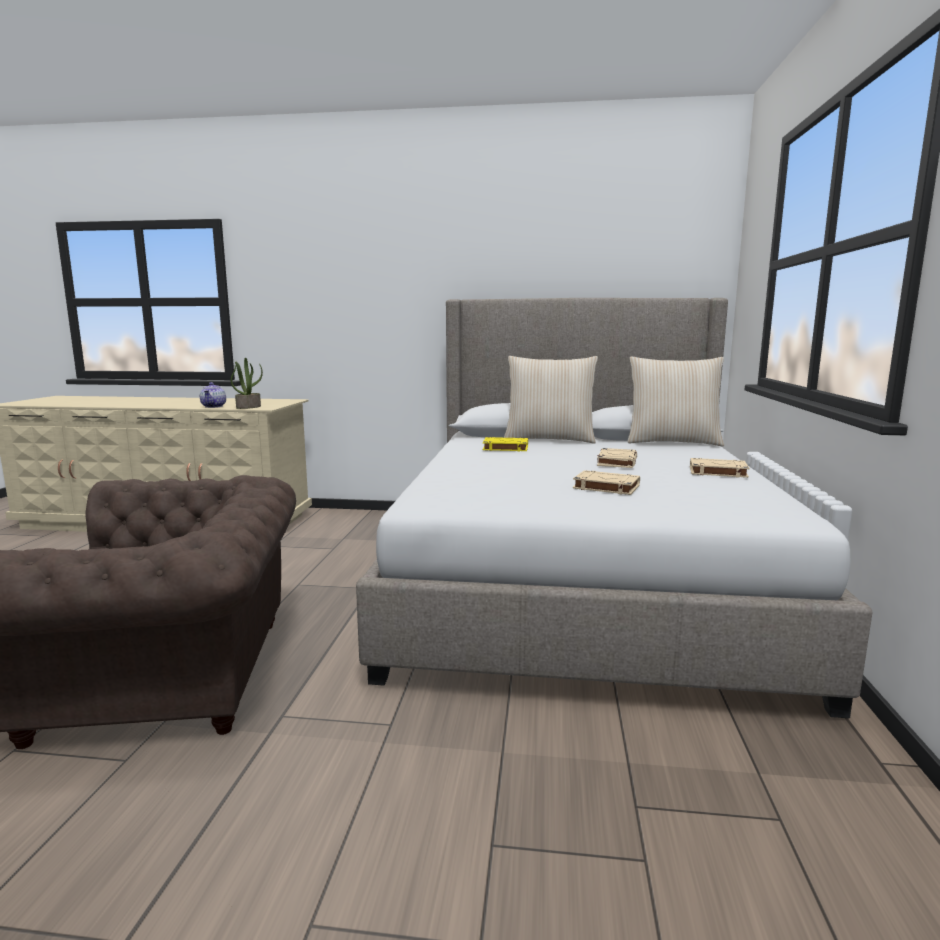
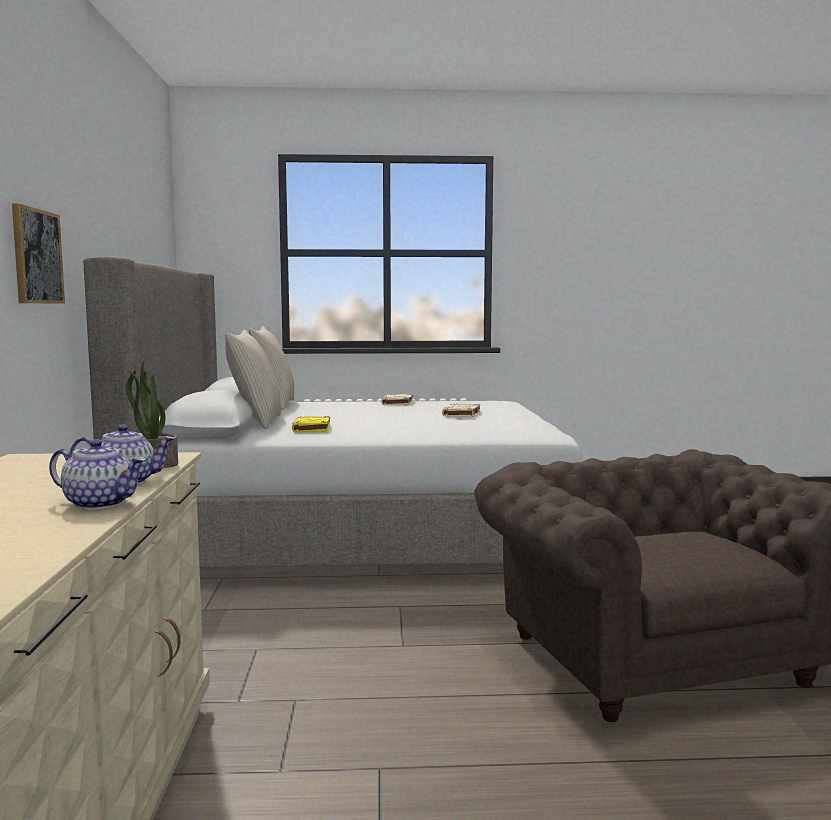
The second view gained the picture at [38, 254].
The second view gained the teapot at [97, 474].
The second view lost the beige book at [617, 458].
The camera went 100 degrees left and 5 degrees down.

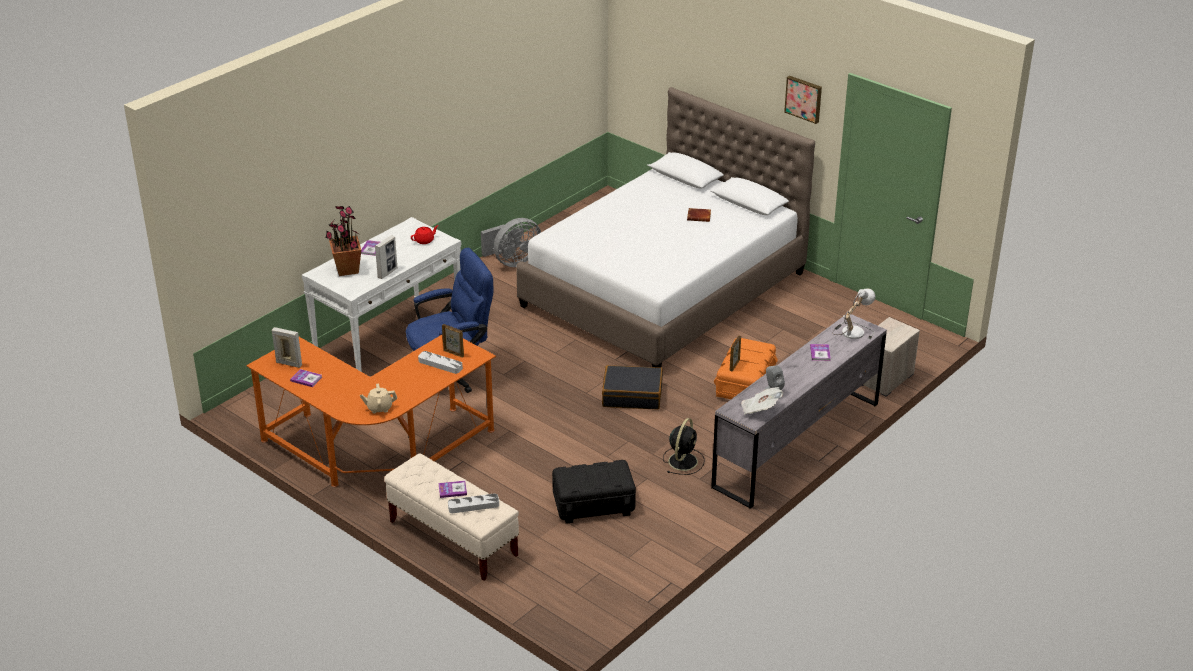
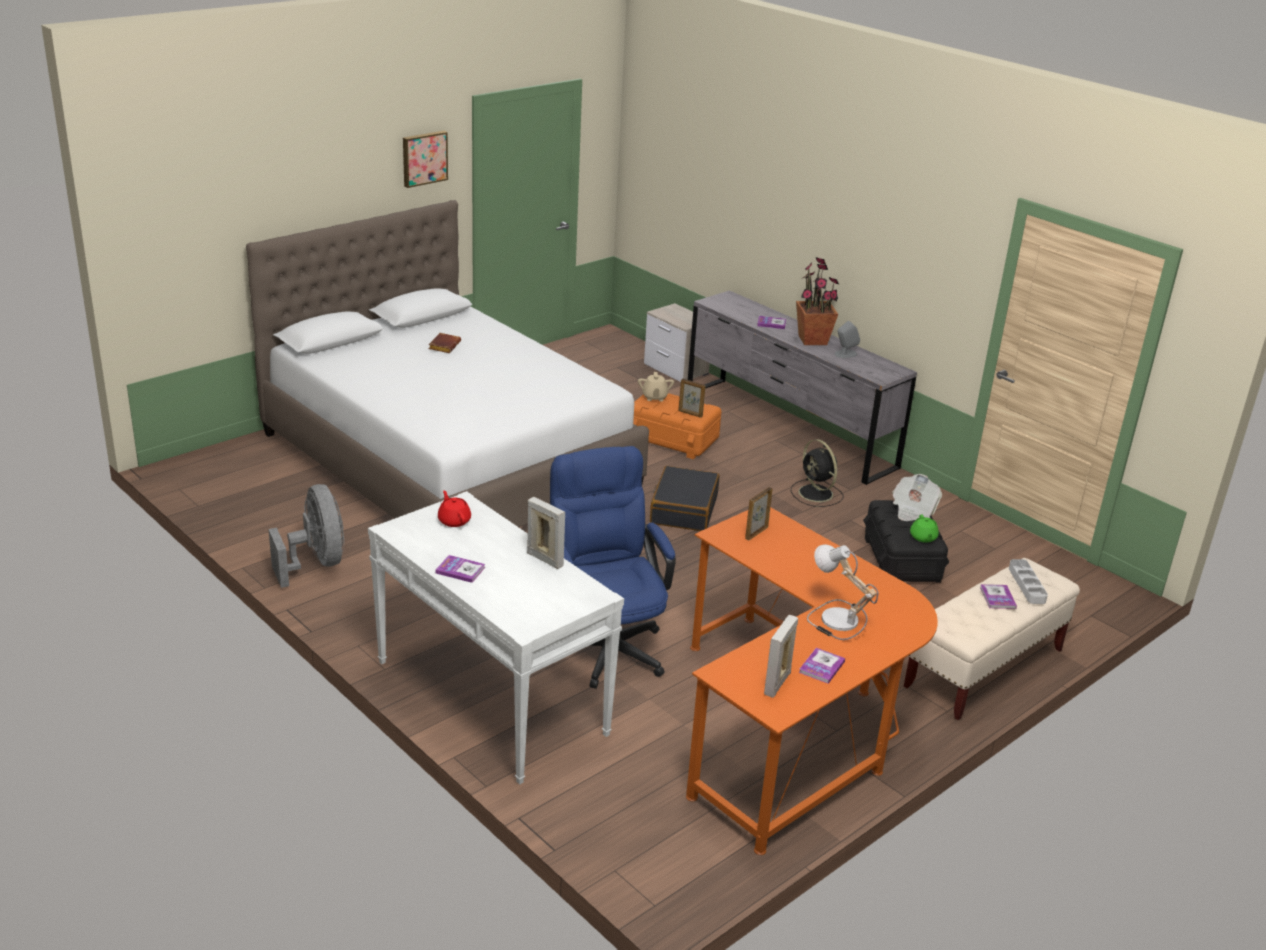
The beige teapot ended up elsewhere, having gone from [378, 399] to [656, 386].
The black fan at [684, 446] ended up facing another way, 150 degrees counterclockwise from before.
The potted plant ended up elsewhere, having gone from [343, 241] to [817, 301].
The table lamp ended up elsewhere, having gone from [853, 313] to [842, 592].
The newspaper ended up elsewhere, having gone from [762, 400] to [917, 497].
The second view gained the green teapot at [924, 528].
The second view lost the grey tray at [440, 362].
The camera went 85 degrees left and 5 degrees down.

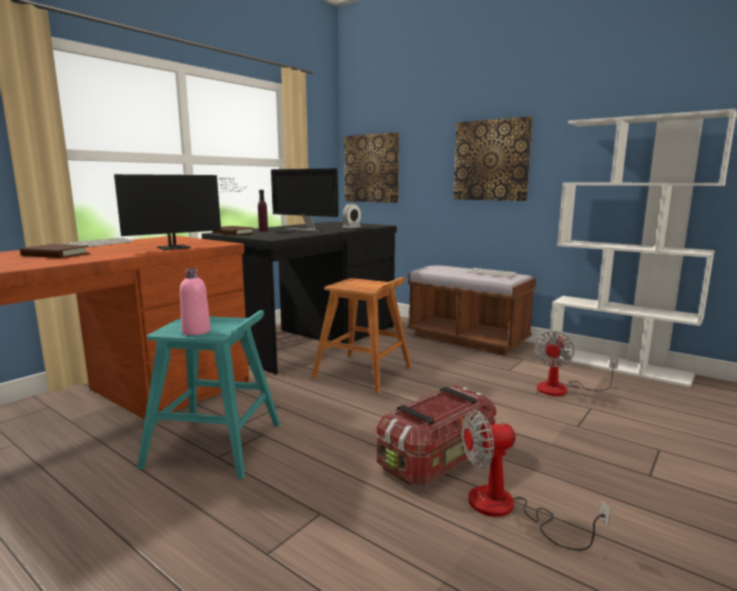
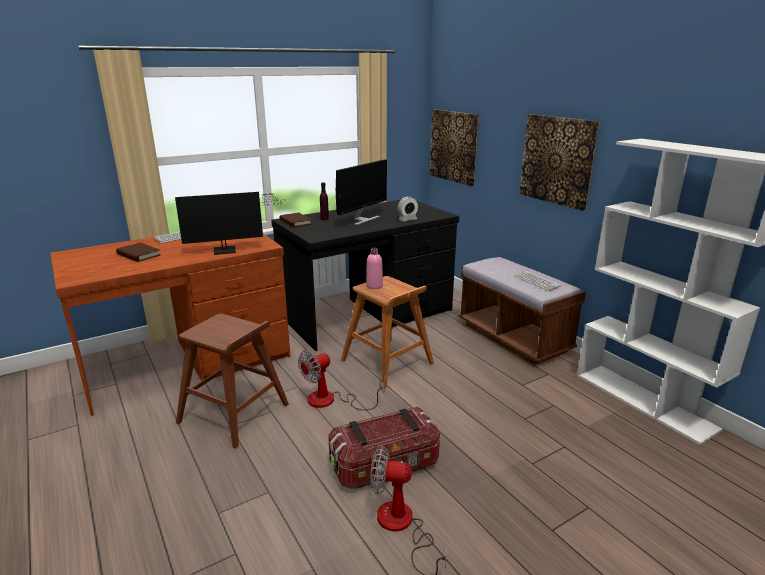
What was the turquoise stool at [208, 394] turned into the brown stool at [232, 381].
The fan ended up elsewhere, having gone from [576, 363] to [341, 380].
The monitor at [304, 200] ended up facing another way, 105 degrees counterclockwise from before.
The pink bottle ended up elsewhere, having gone from [195, 301] to [374, 268].
The camera went 20 degrees right and 10 degrees up.

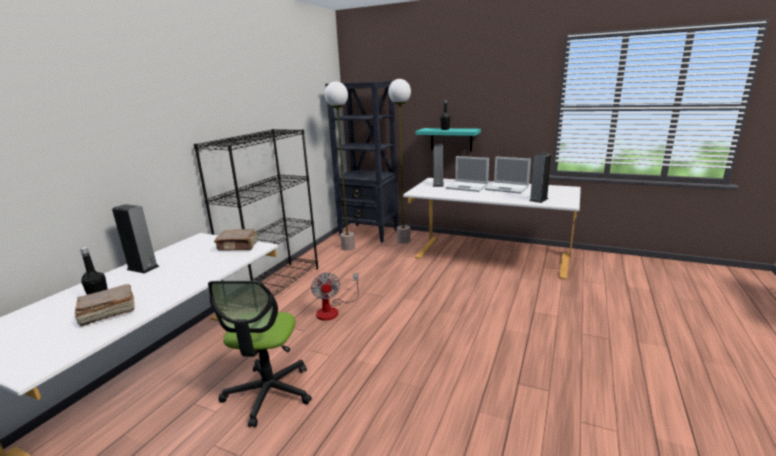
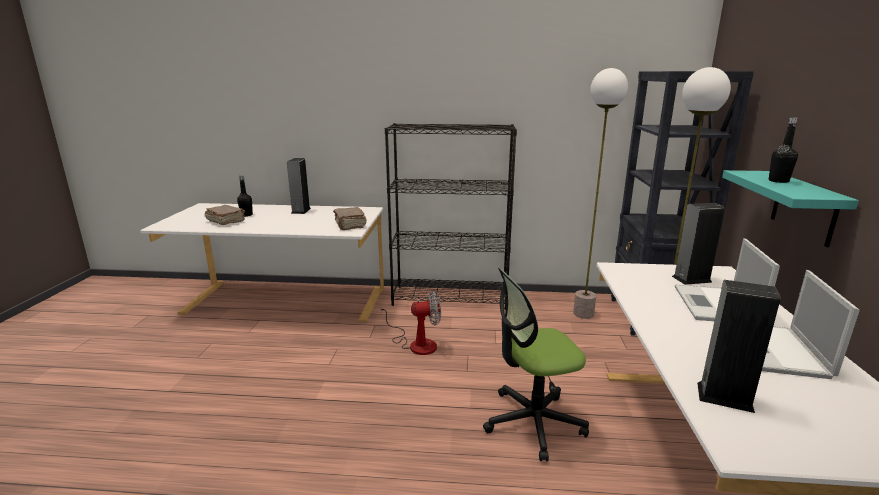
The fan at [335, 297] ended up facing another way, 150 degrees counterclockwise from before.
The office chair ended up elsewhere, having gone from [260, 354] to [536, 364].
The camera went 70 degrees right and 0 degrees up.

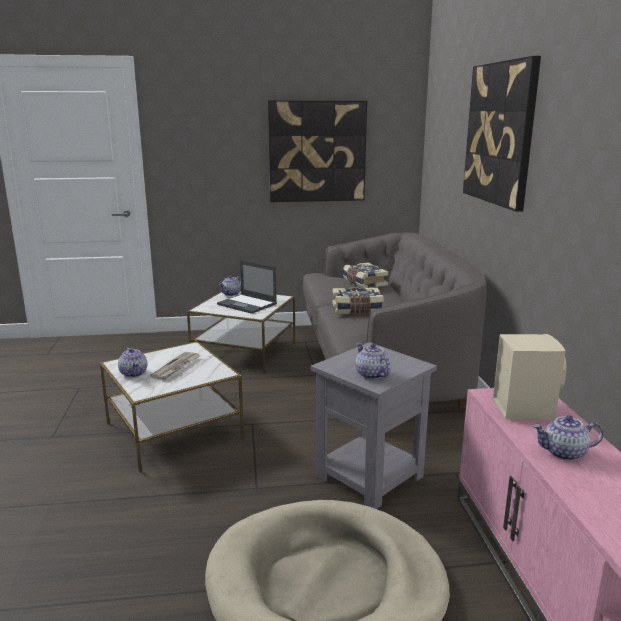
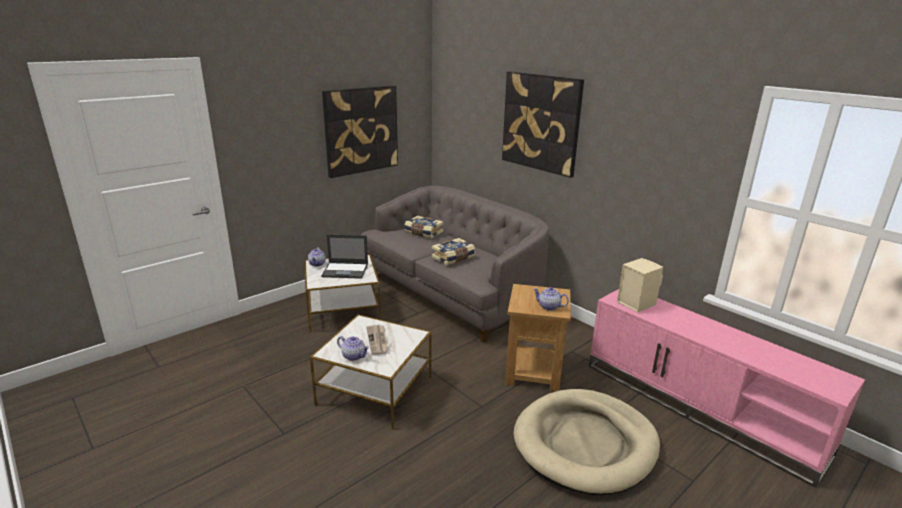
What was the grey side table at [374, 425] turned into the brown side table at [538, 337].
The second view lost the teapot at [568, 438].
The camera went 35 degrees left and 5 degrees up.

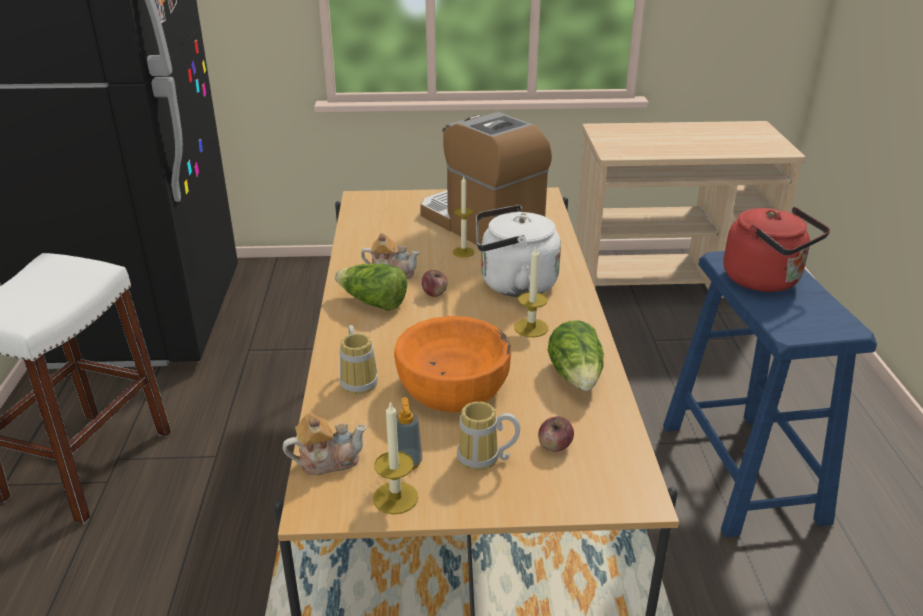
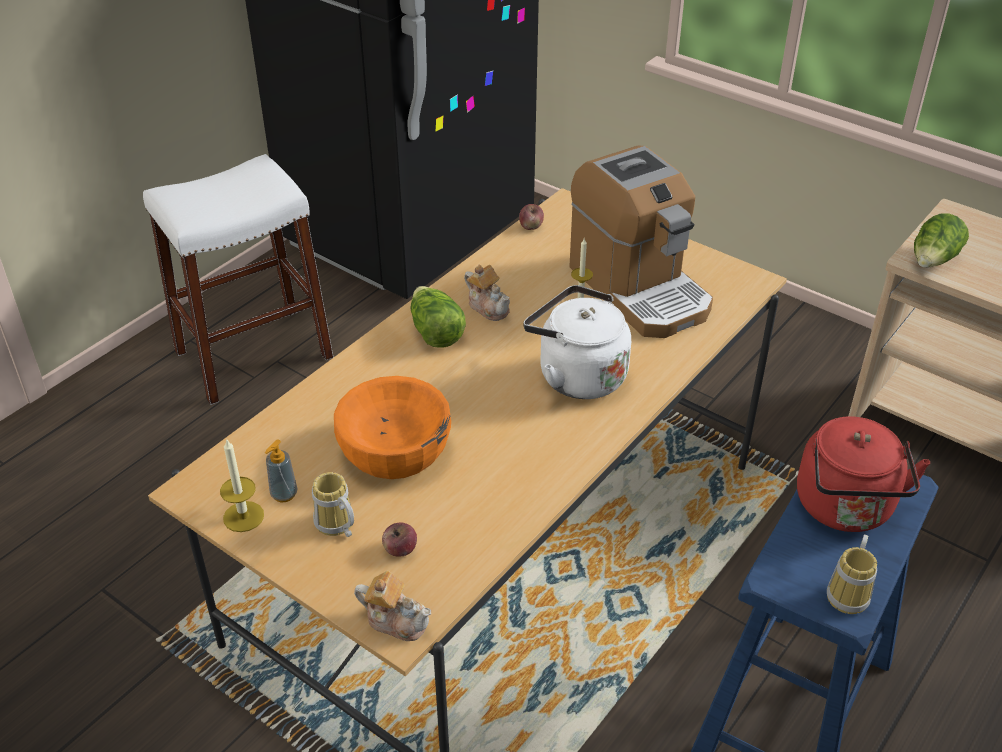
The teapot ended up elsewhere, having gone from [325, 444] to [392, 606].
The apple ended up elsewhere, having gone from [435, 283] to [531, 217].
The coffee machine at [486, 178] ended up facing another way, 150 degrees clockwise from before.
The mug ended up elsewhere, having gone from [359, 360] to [852, 574].
The lettuce ended up elsewhere, having gone from [576, 356] to [941, 240].
The second view lost the candle at [531, 291].
The camera went 40 degrees right and 10 degrees up.

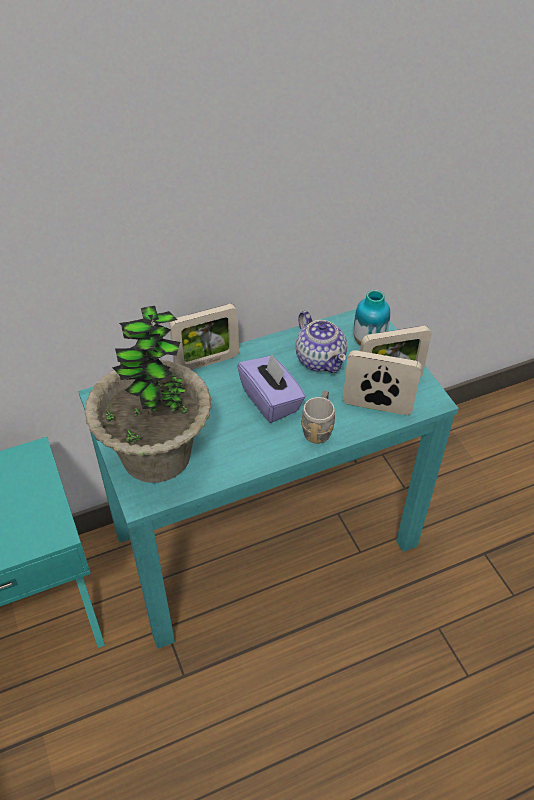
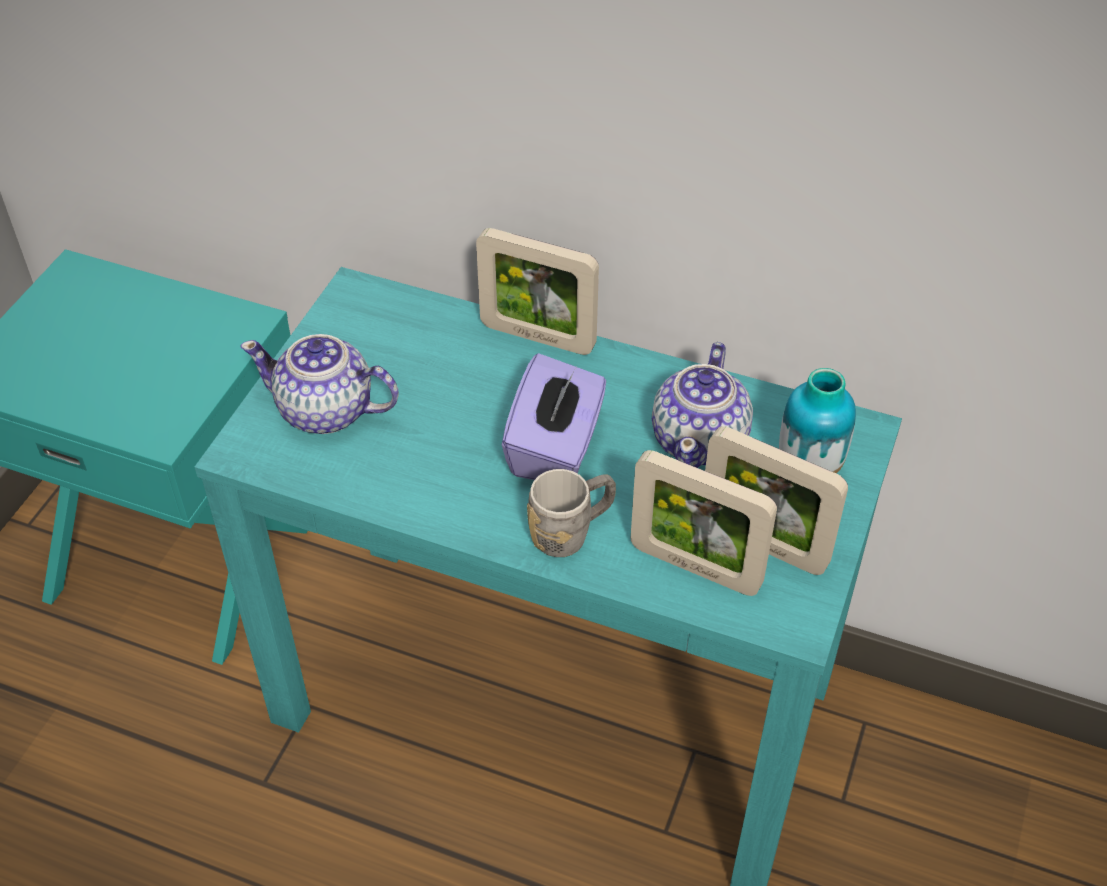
Where the potted plant stood at [148, 394], the teapot came to stand at [319, 384].
The picture frame at [382, 382] ended up facing another way, 150 degrees clockwise from before.
The camera went 45 degrees right and 0 degrees up.

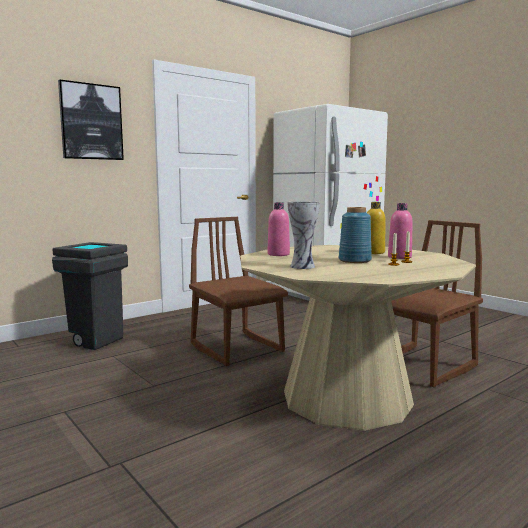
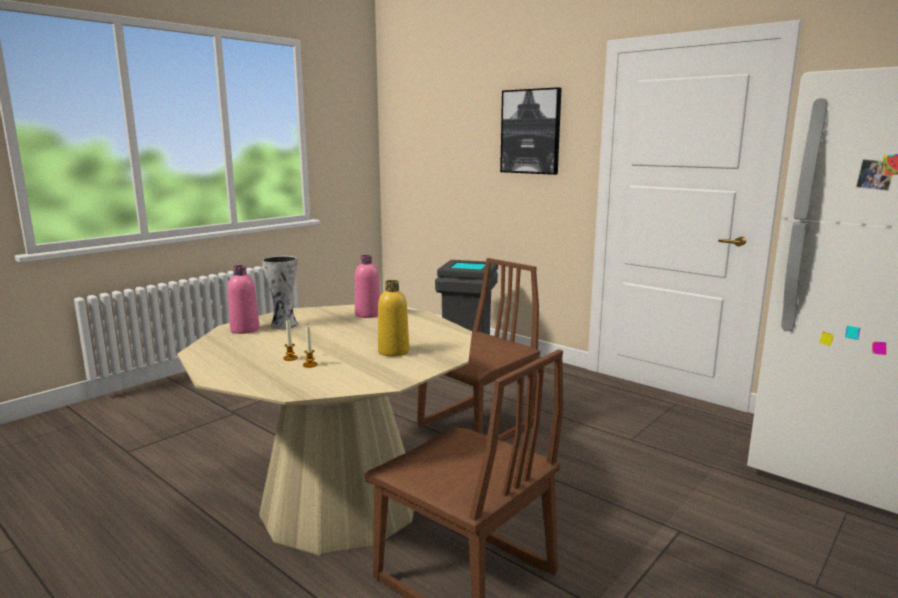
The pink bottle ended up elsewhere, having gone from [400, 231] to [244, 299].
The second view lost the blue vase at [355, 235].
The camera went 80 degrees right and 5 degrees up.

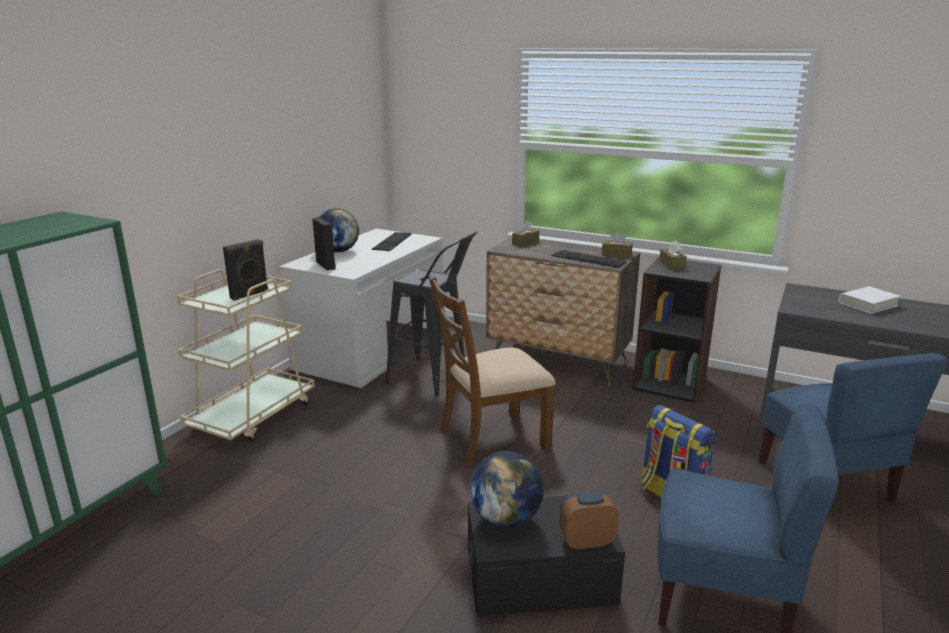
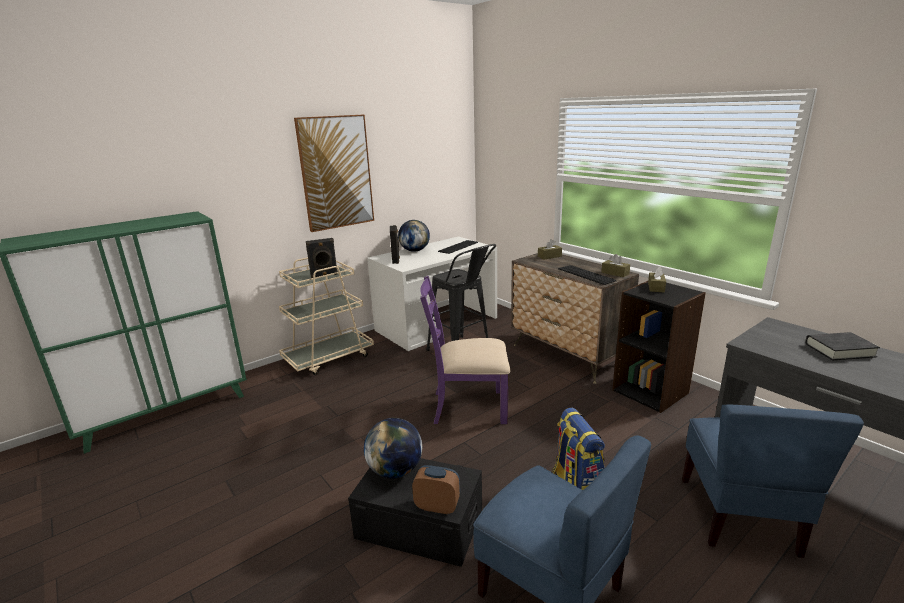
The second view gained the picture at [334, 173].
What was the brown chair at [492, 371] turned into the purple chair at [465, 350].
What was the white book at [870, 300] turned into the black book at [842, 346].
The camera went 25 degrees right and 0 degrees up.

